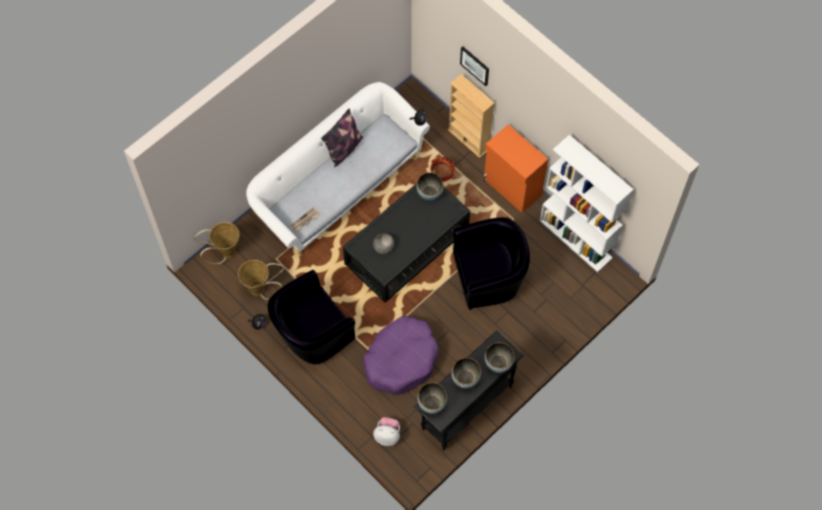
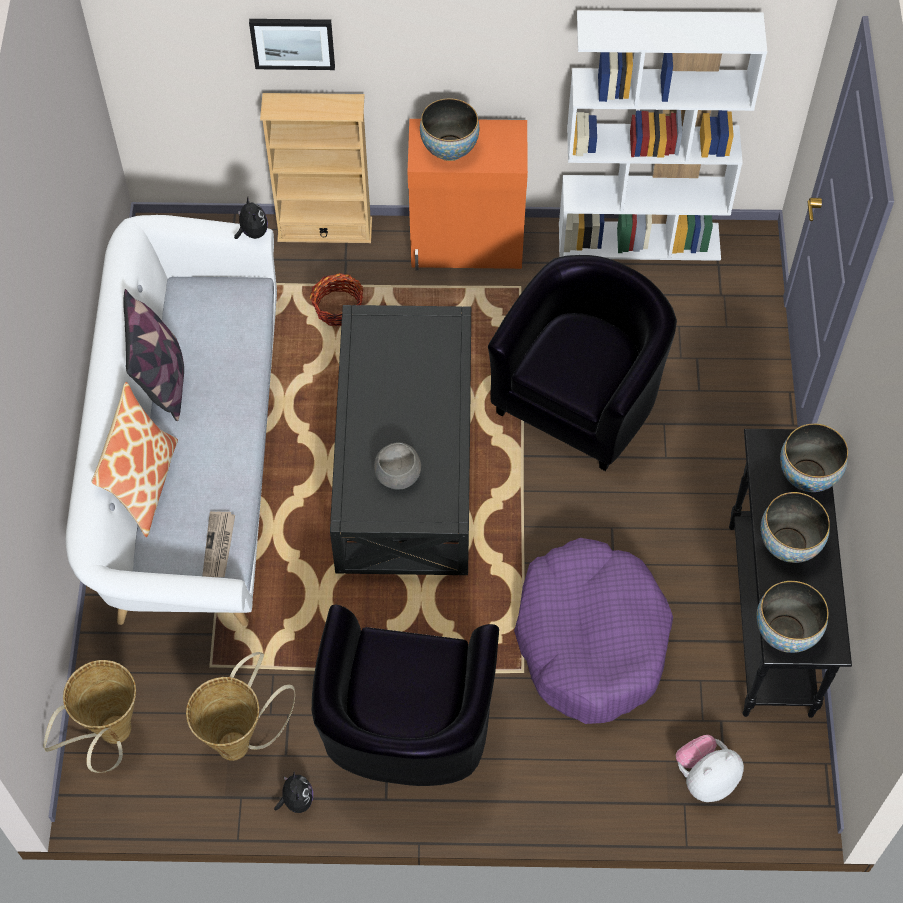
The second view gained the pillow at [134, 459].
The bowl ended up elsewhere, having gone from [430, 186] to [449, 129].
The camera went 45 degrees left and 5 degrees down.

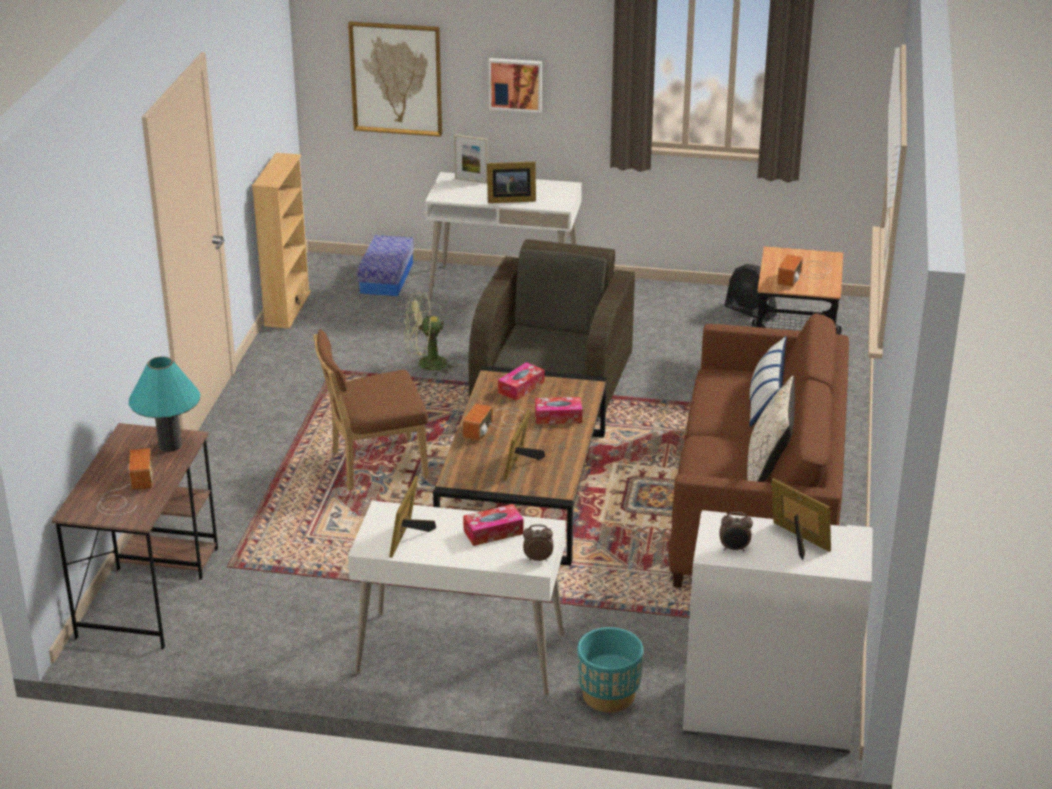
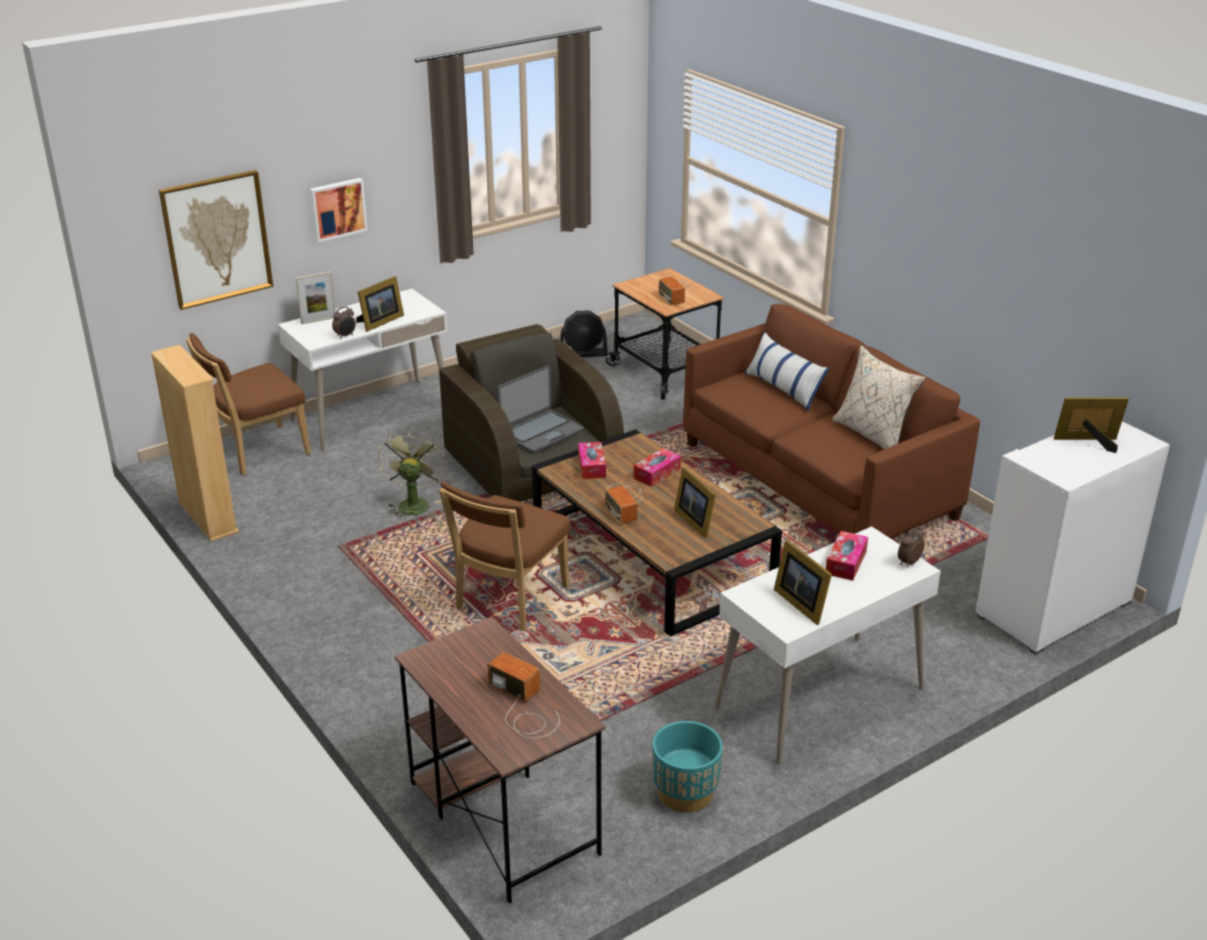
Where the storage box stood at [385, 265], the brown chair came to stand at [248, 404].
The alarm clock ended up elsewhere, having gone from [736, 531] to [344, 322].
The green fan at [430, 334] ended up facing another way, 150 degrees clockwise from before.
The second view gained the laptop at [540, 409].
The turquoise planter ended up elsewhere, having gone from [610, 670] to [687, 767].
The second view lost the turquoise table lamp at [164, 404].
The camera went 45 degrees left and 0 degrees up.

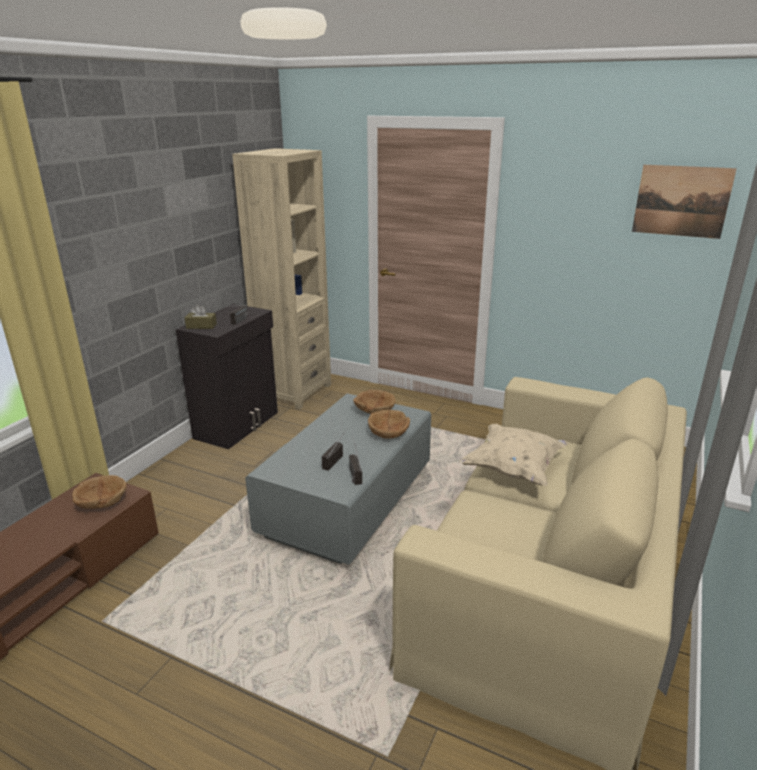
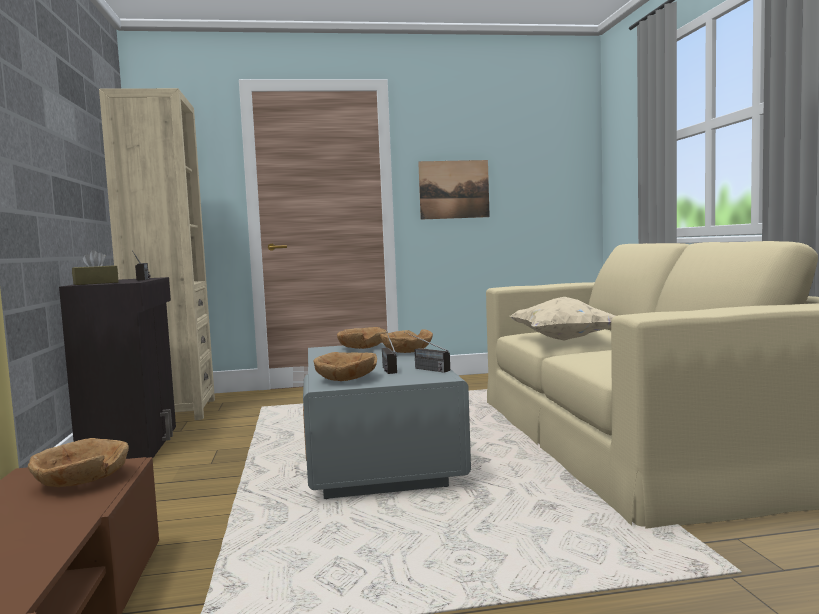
The second view gained the brown bowl at [345, 366].
The picture ended up elsewhere, having gone from [684, 202] to [454, 190].
The camera went 35 degrees left and 20 degrees down.

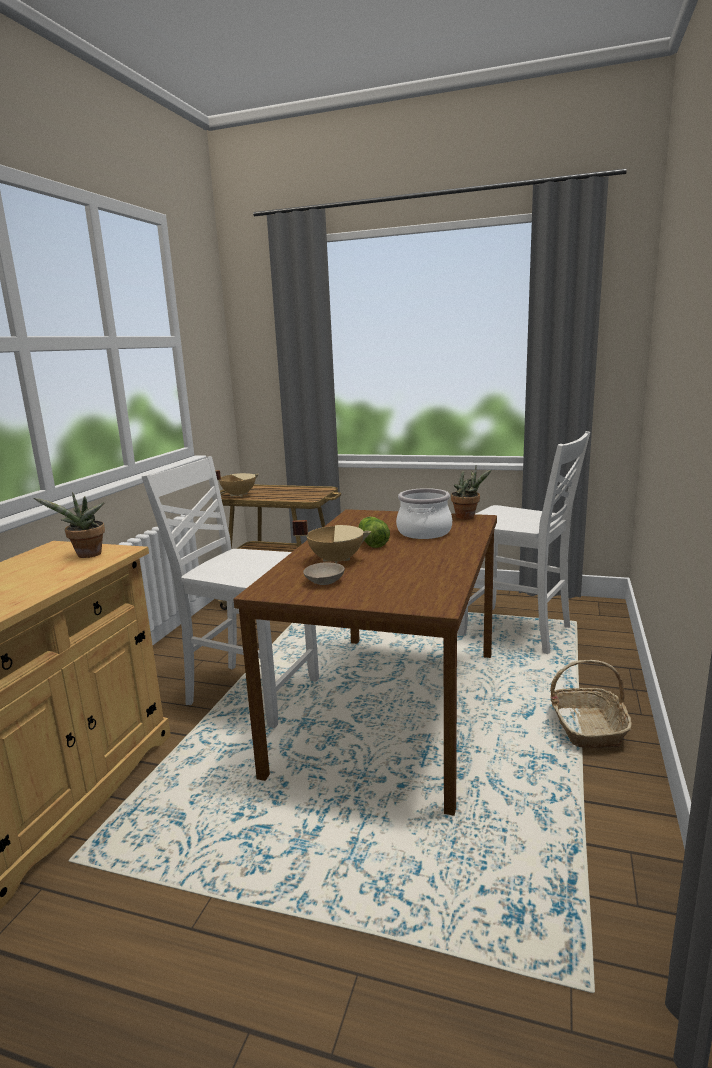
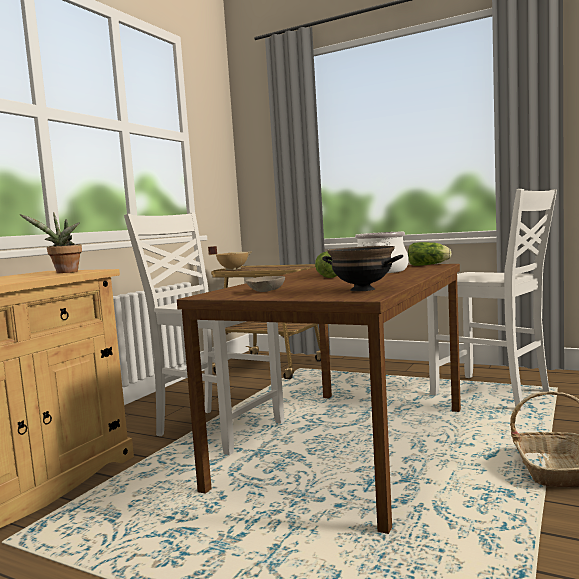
The second view gained the black bowl at [362, 268].
Where the potted plant stood at [471, 492], the lettuce came to stand at [430, 254].
The second view lost the beige cooking pot at [331, 541].
The camera went 10 degrees right and 10 degrees down.

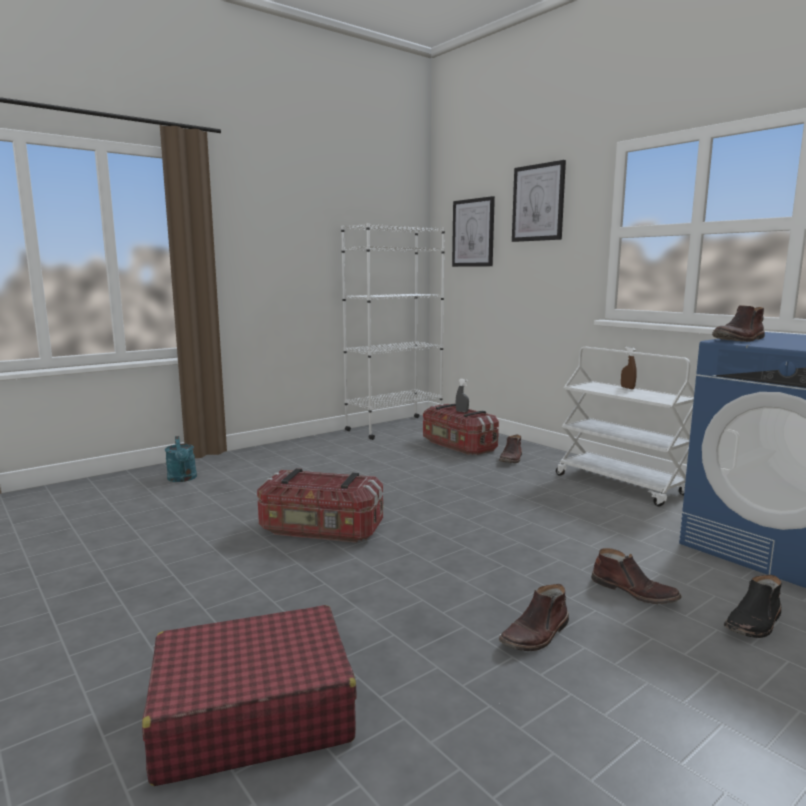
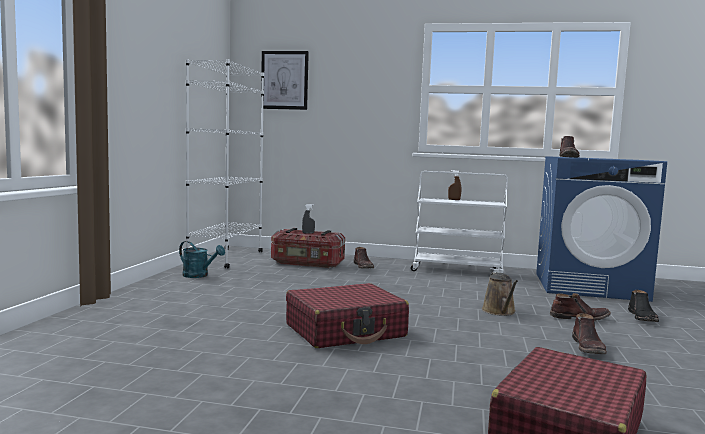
The turquoise watering can ended up elsewhere, having gone from [181, 459] to [202, 259].
Where the storage box stood at [320, 505], the red suitcase came to stand at [347, 315].
The second view gained the brown watering can at [500, 294].
The second view lost the picture at [539, 201].
The camera went 40 degrees left and 5 degrees down.

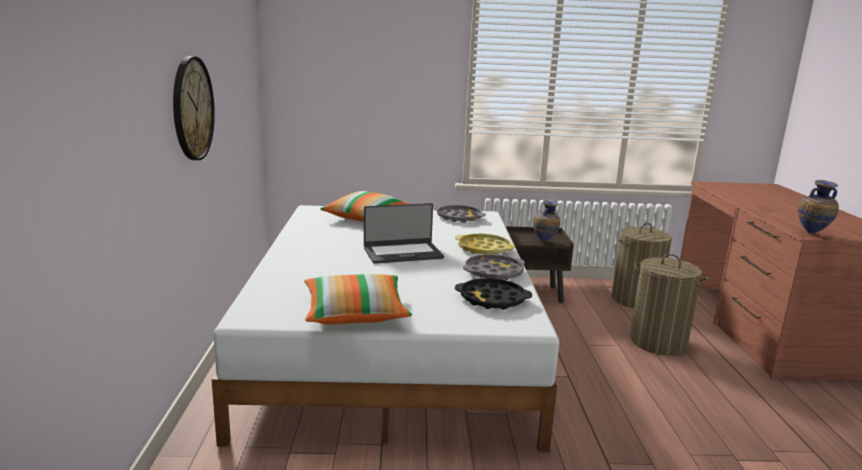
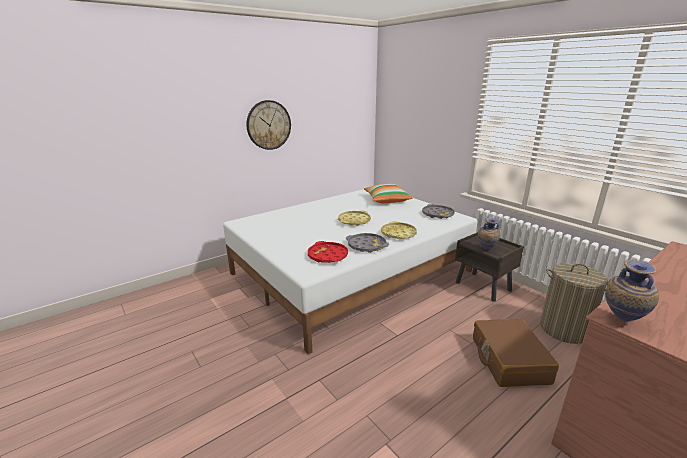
What was the black tray at [493, 294] turned into the red tray at [328, 252].
Where the laptop stood at [404, 233], the yellow tray came to stand at [354, 218].
Where the laundry basket stood at [669, 304], the brown suitcase came to stand at [516, 353].
The second view lost the pillow at [358, 299].
The camera went 55 degrees right and 5 degrees up.

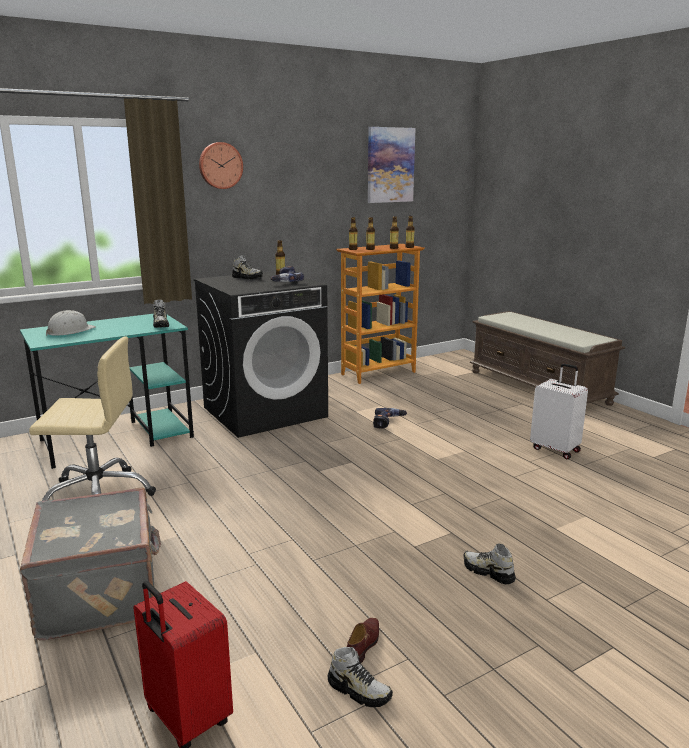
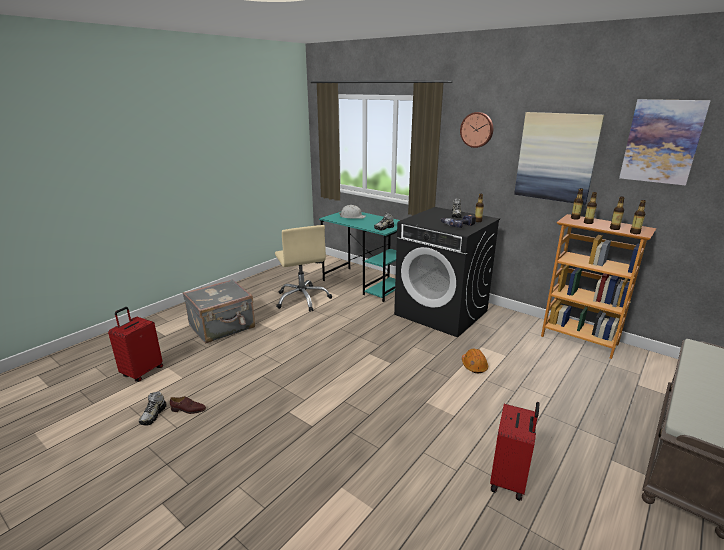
Where the power drill stood at [390, 418], the orange hard hat came to stand at [475, 361].
What was the white suitcase at [559, 411] turned into the red suitcase at [515, 451].
The second view gained the picture at [559, 158].
The second view lost the shoe at [490, 564].
The camera went 70 degrees right and 5 degrees up.

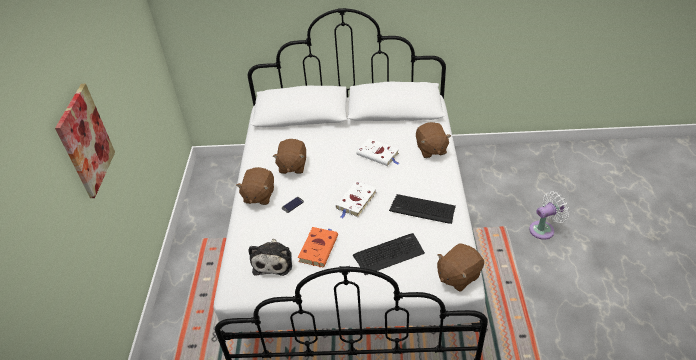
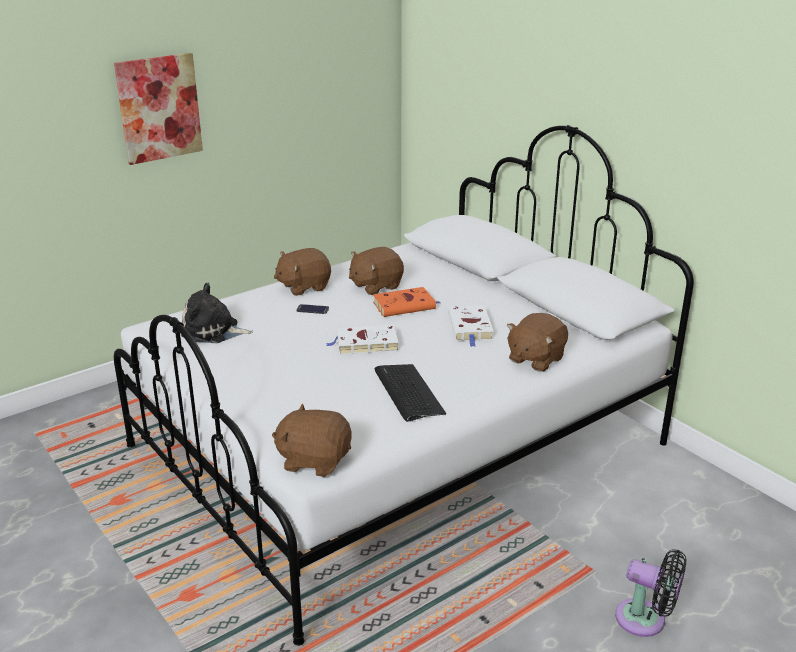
The plush toy at [270, 257] ended up facing another way, 45 degrees clockwise from before.
The orange book ended up elsewhere, having gone from [318, 247] to [406, 302].
What was the white fan at [549, 215] turned into the black fan at [650, 593].
The second view lost the keyboard at [389, 254].
The camera went 50 degrees right and 15 degrees down.

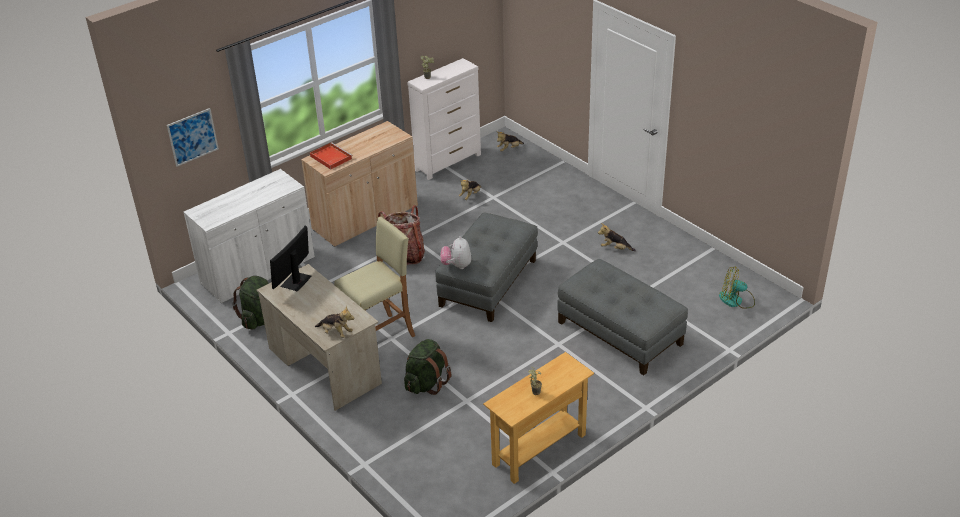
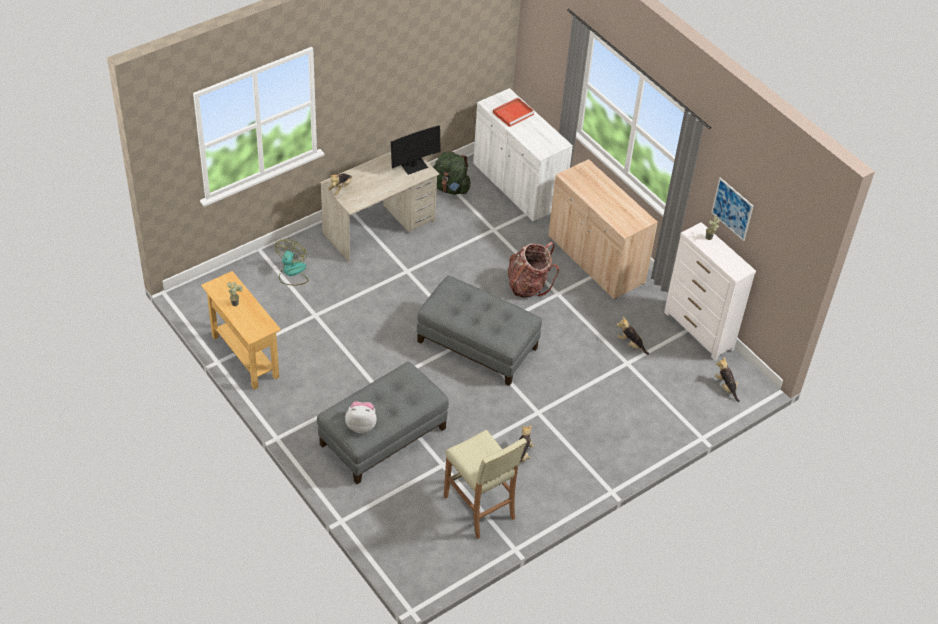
The fan ended up elsewhere, having gone from [737, 287] to [291, 262].
The plush toy ended up elsewhere, having gone from [456, 252] to [361, 417].
The monitor at [290, 258] ended up facing another way, 120 degrees clockwise from before.
The beige stool ended up elsewhere, having gone from [374, 277] to [485, 484].
The red tray ended up elsewhere, having gone from [331, 156] to [514, 112].
The picture ended up elsewhere, having gone from [193, 137] to [732, 209].
The second view lost the green backpack at [427, 367].
The camera went 90 degrees right and 10 degrees up.

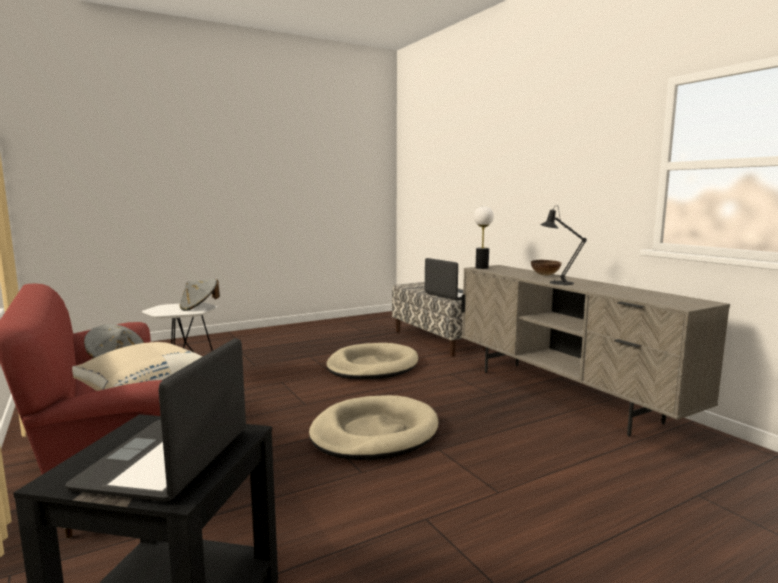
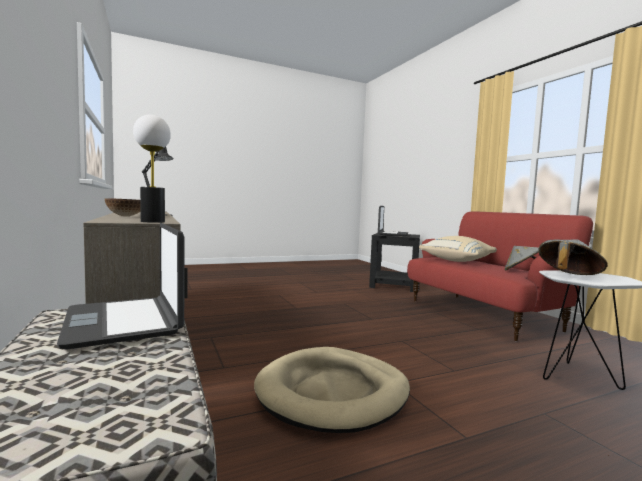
The second view lost the beige dog bed at [374, 427].
The camera went 175 degrees left and 5 degrees down.

